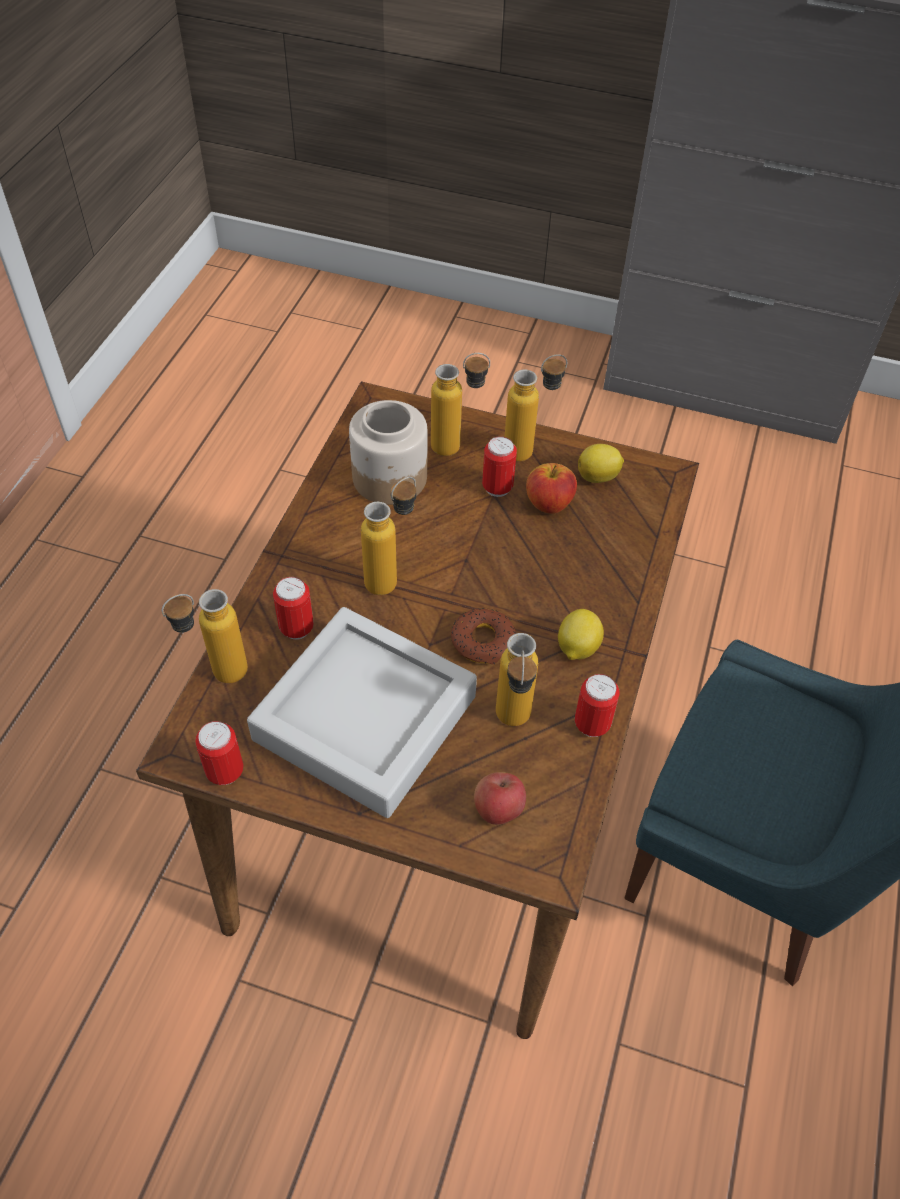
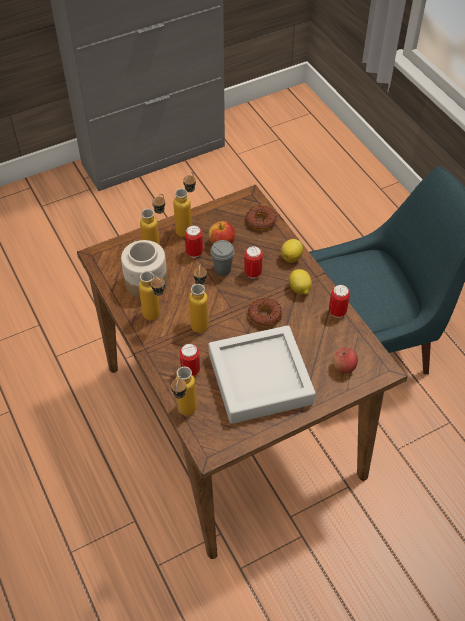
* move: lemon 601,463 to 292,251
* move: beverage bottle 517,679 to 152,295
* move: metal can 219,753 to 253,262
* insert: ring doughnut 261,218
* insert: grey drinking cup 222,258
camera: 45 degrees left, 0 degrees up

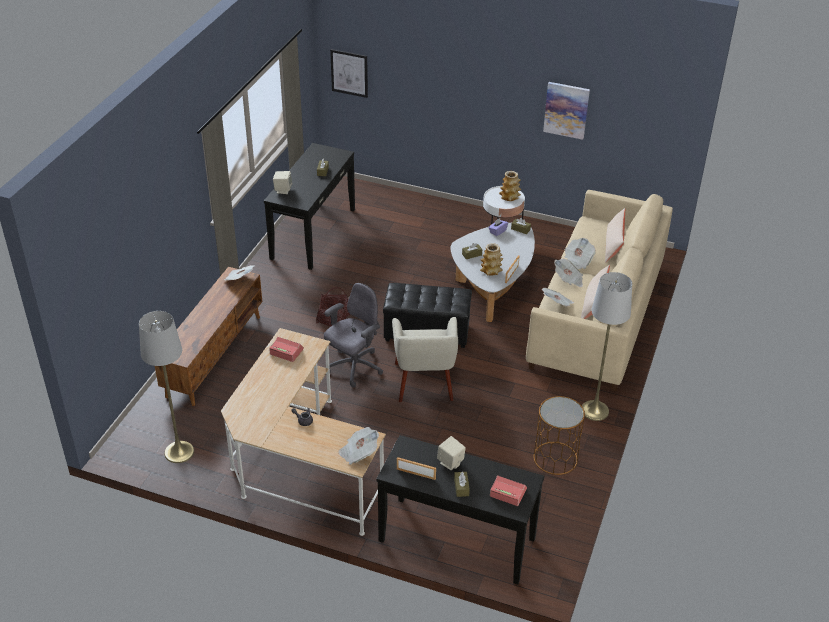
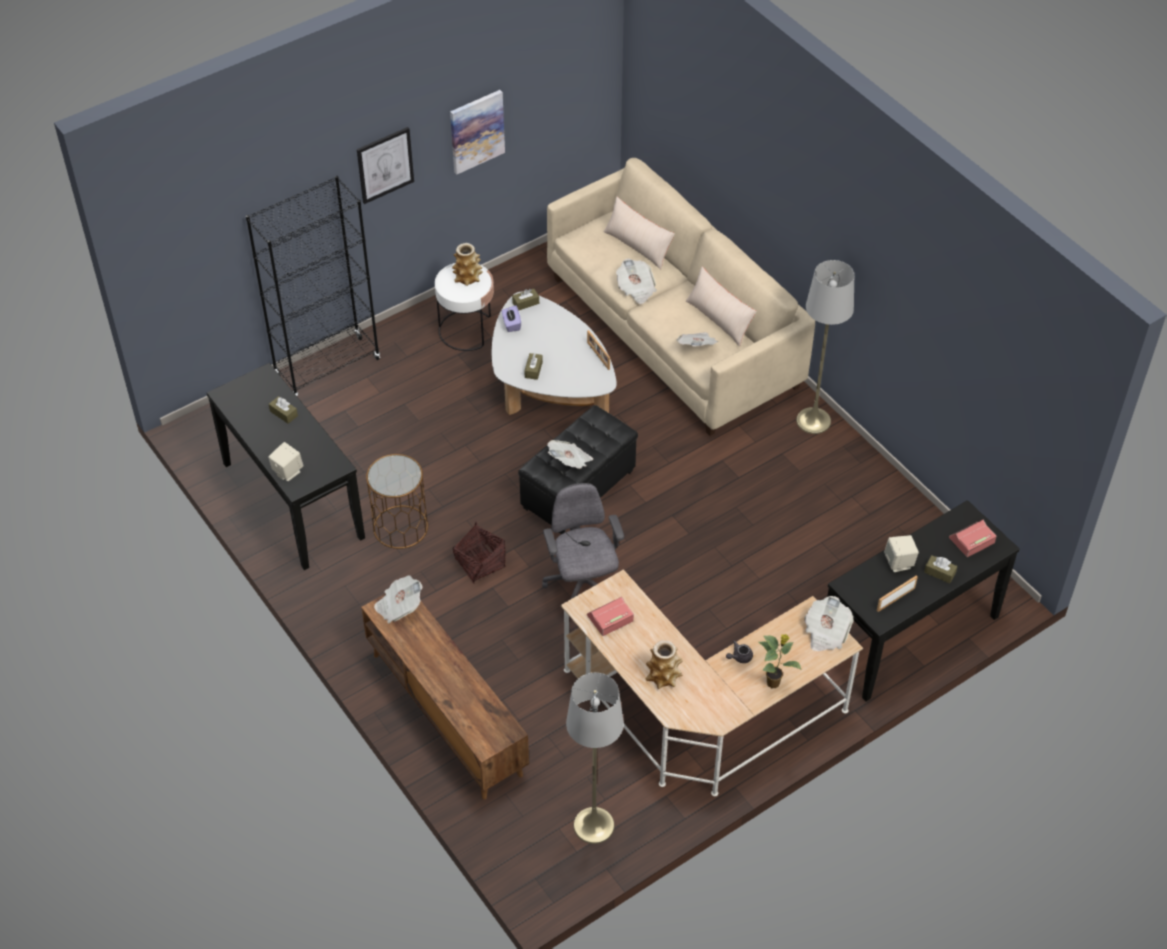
* move: picture 349,73 to 385,165
* move: decorative vase 491,259 to 664,664
* move: daily paper 568,273 to 570,454
* delete: beige lounge chair 425,359
* move: brown end table 559,435 to 397,501
* insert: black shelving unit 313,286
* insert: houseplant 780,661
camera: 55 degrees left, 10 degrees up

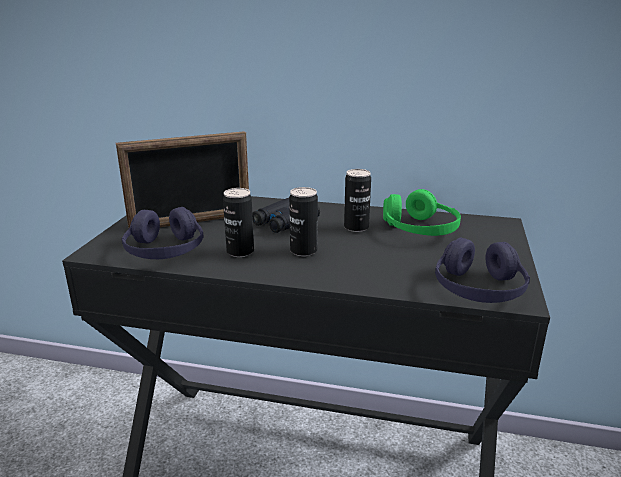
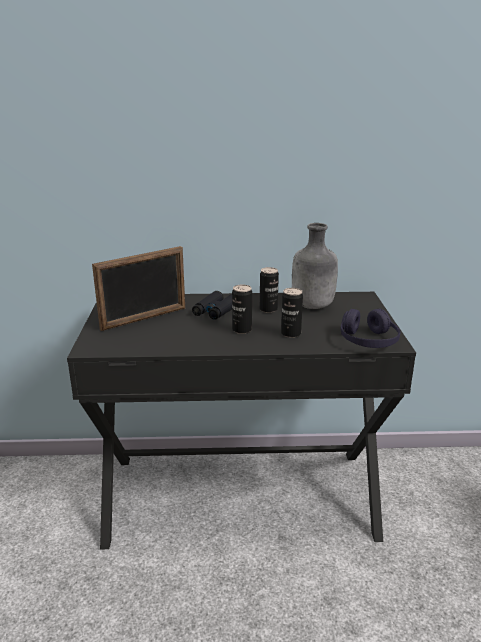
* move: metal can 238,222 to 292,313
* replace: green headset 422,212 to grey beverage bottle 315,266
* delete: purple headset 163,233
camera: 15 degrees left, 0 degrees up

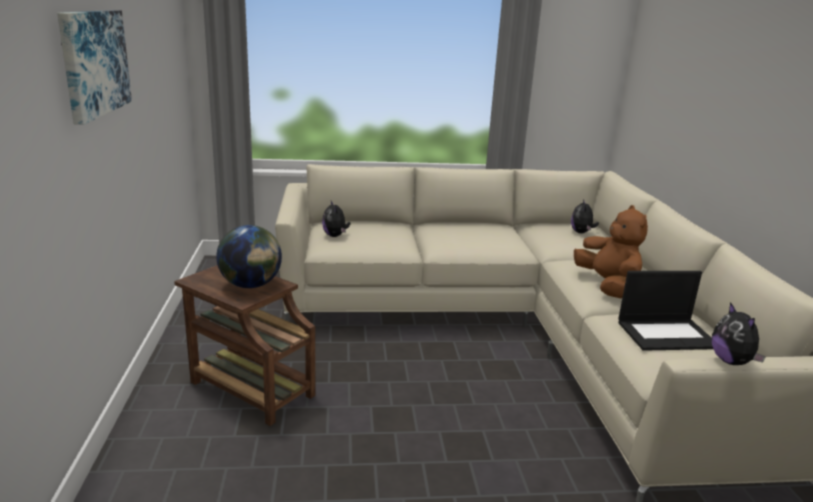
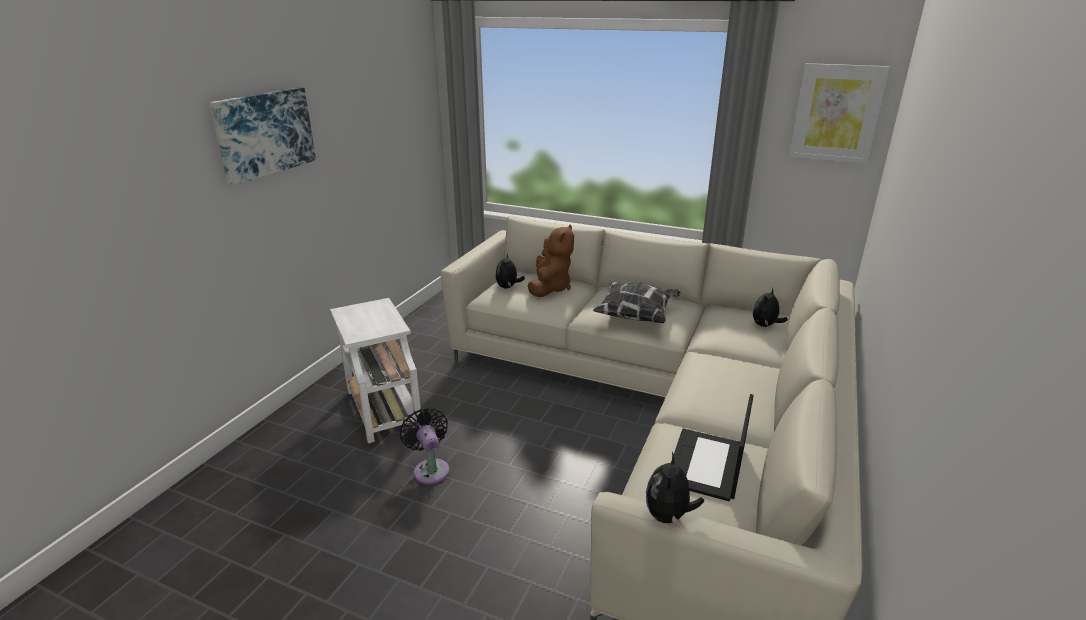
* move: brown soft toy 611,251 to 551,260
* delete: world globe 249,256
* recolor: brown end table 244,345 to white end table 375,370
* rotate: notebook computer 665,311 = 712,447 90 degrees clockwise
* insert: picture 839,113
* insert: throw pillow 637,302
* insert: black electric fan 425,446
camera: 30 degrees right, 5 degrees up

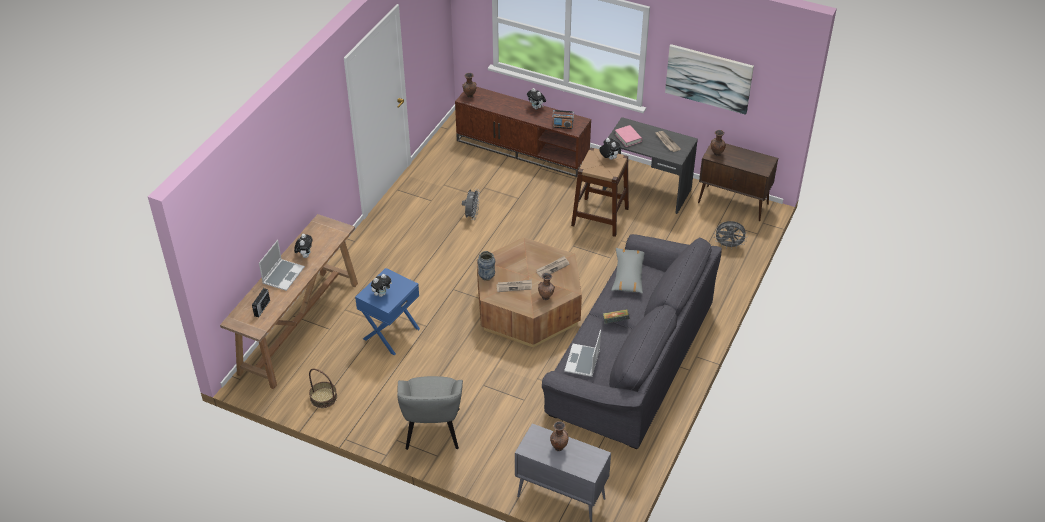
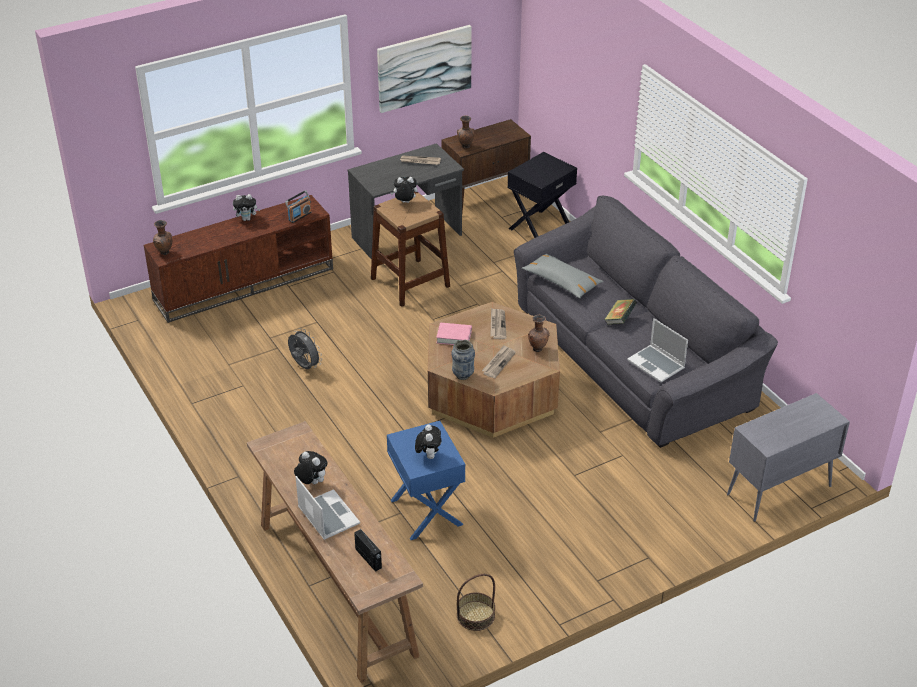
* move: pink bound book 628,136 to 454,333
* replace: grey electric fan 731,235 to black end table 542,195
* delete: grey lounge chair 430,413
* delete: brown decorative vase 559,436
camera: 55 degrees left, 5 degrees down

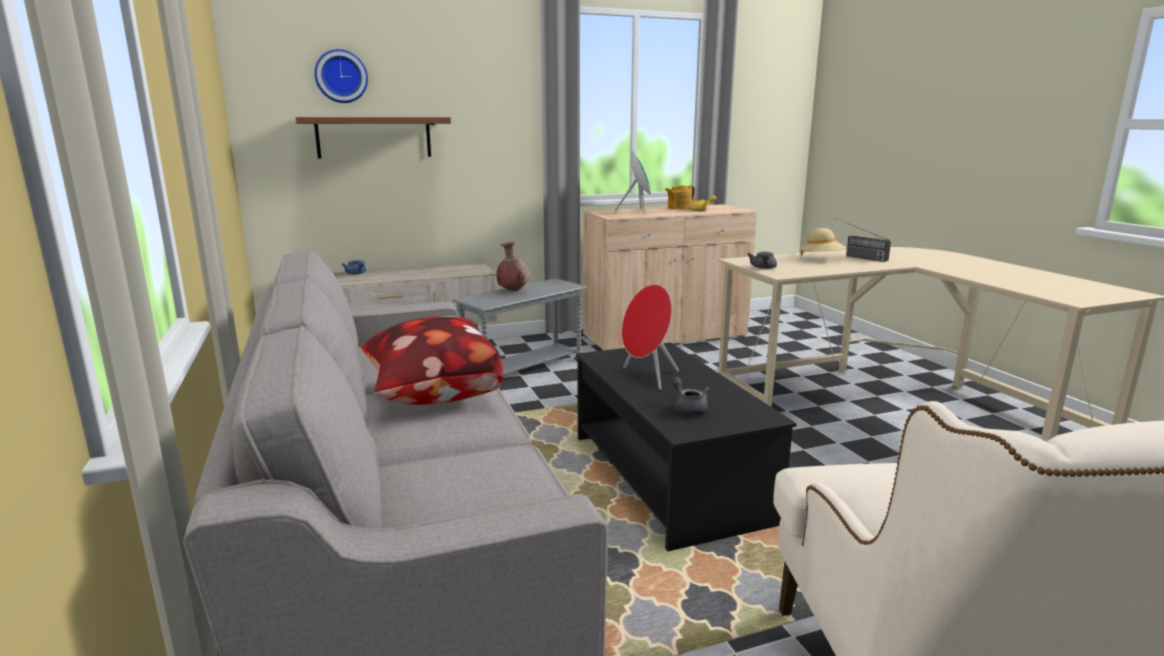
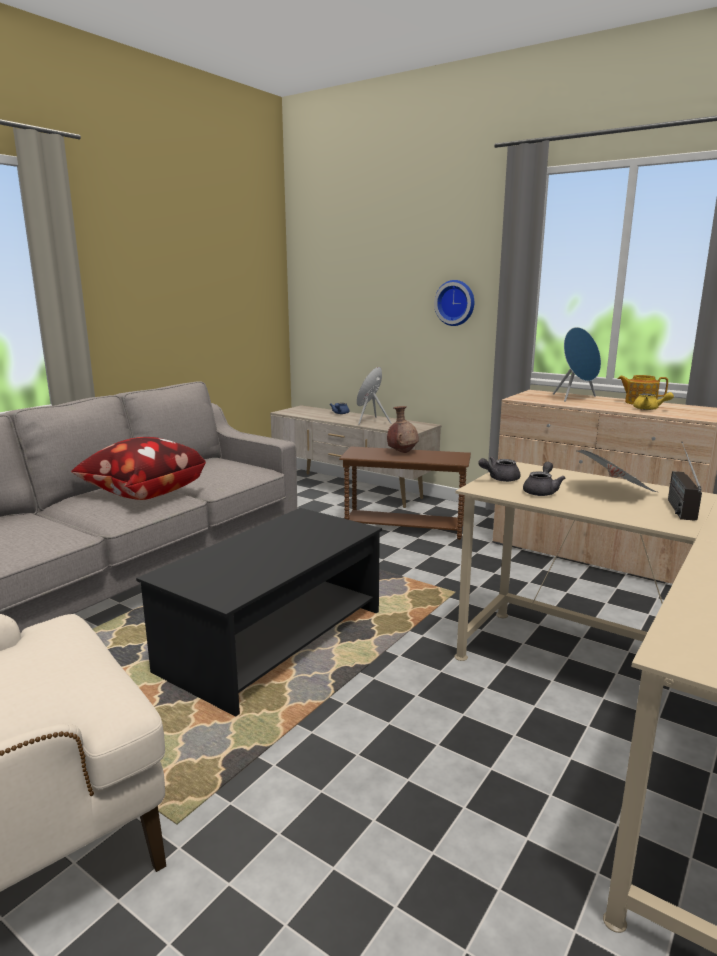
* move: wall clock 341,76 to 454,303
* delete: brown shelf 373,138
* replace: beige hat 822,242 to daily paper 616,471
* recolor: grey end table 519,326 to brown end table 405,493
* move: red-coloured speaker 650,337 to 374,396
* move: grey teapot 691,396 to 544,479
camera: 55 degrees right, 0 degrees up

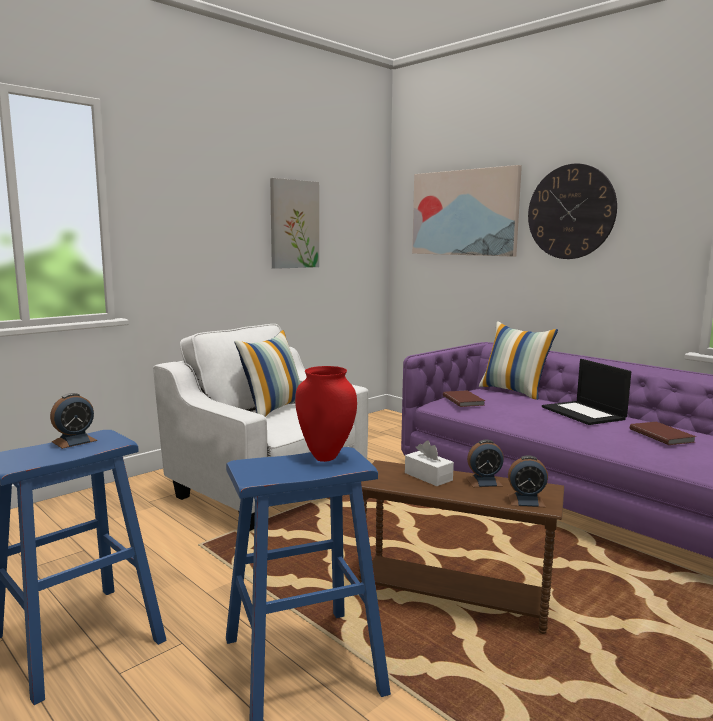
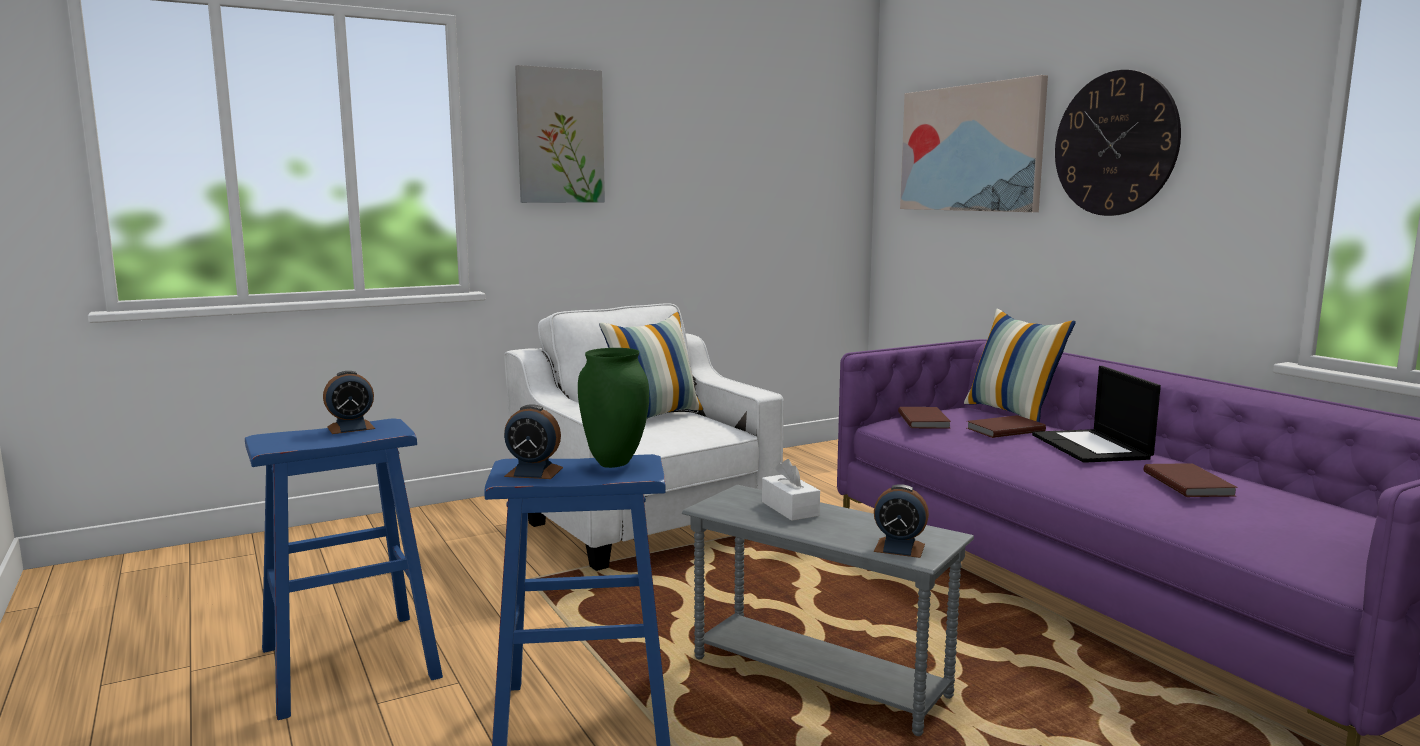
* move: picture 294,223 to 560,134
* recolor: red-coloured decorative vase 326,414 to green decorative vase 613,408
* move: bedside clock 485,463 to 533,441
* recolor: brown end table 461,547 to grey end table 828,610
* insert: brown bound book 1006,426
camera: 15 degrees right, 0 degrees up

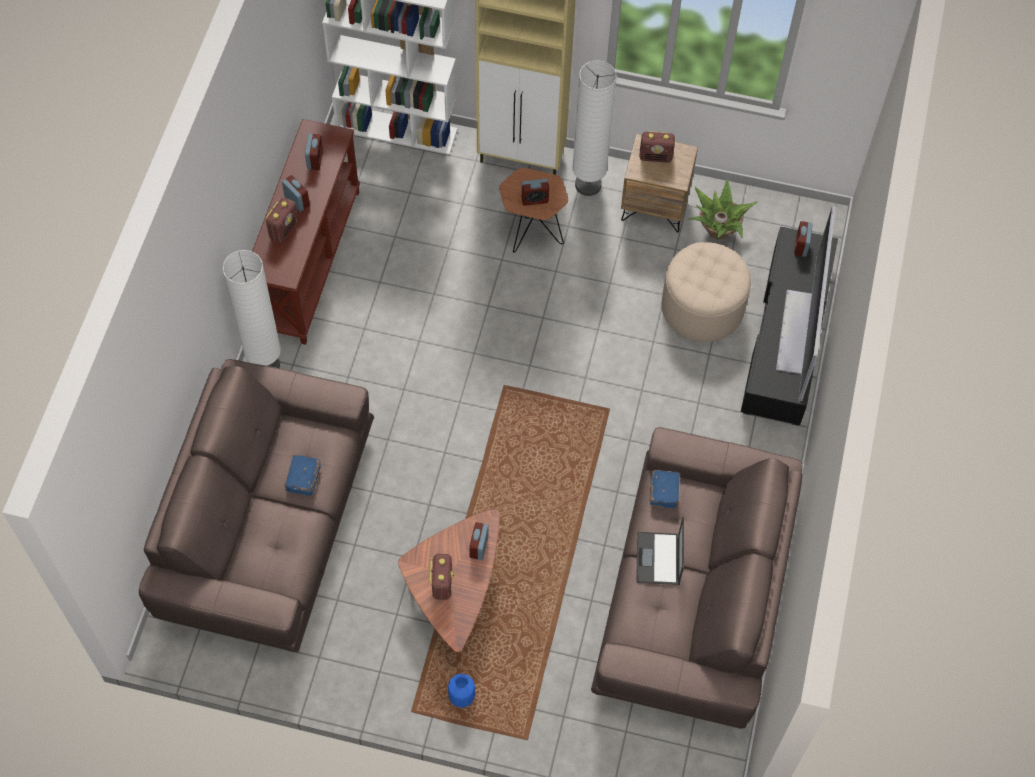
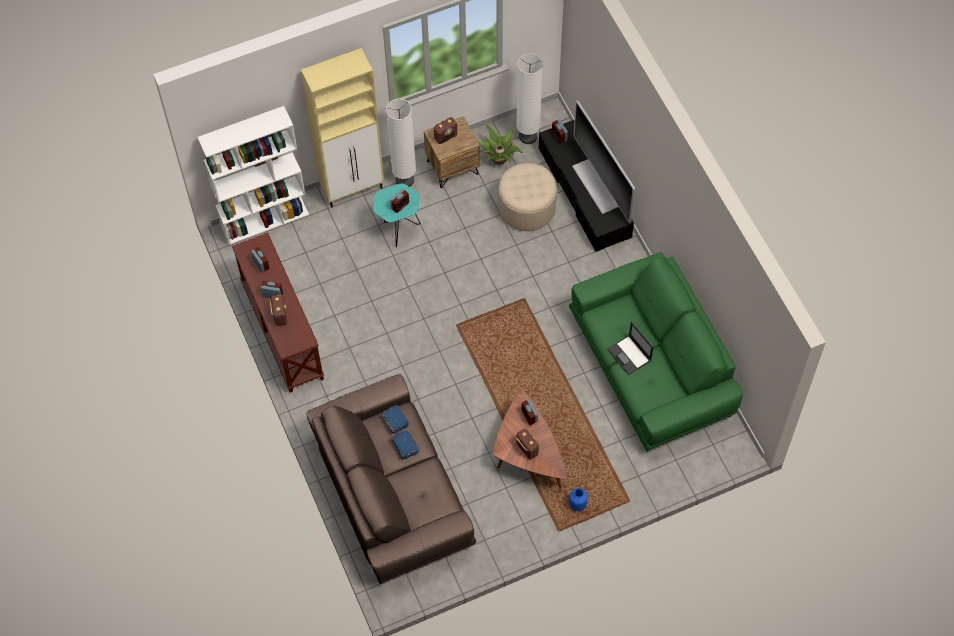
* recolor: brown end table 533,210 to blue-green end table 396,215
* move: white floor lamp 251,309 to 529,98
* recolor: brown sofa 697,578 to green sofa 656,352
* move: blue bound book 664,489 to 395,419
camera: 35 degrees left, 0 degrees up

